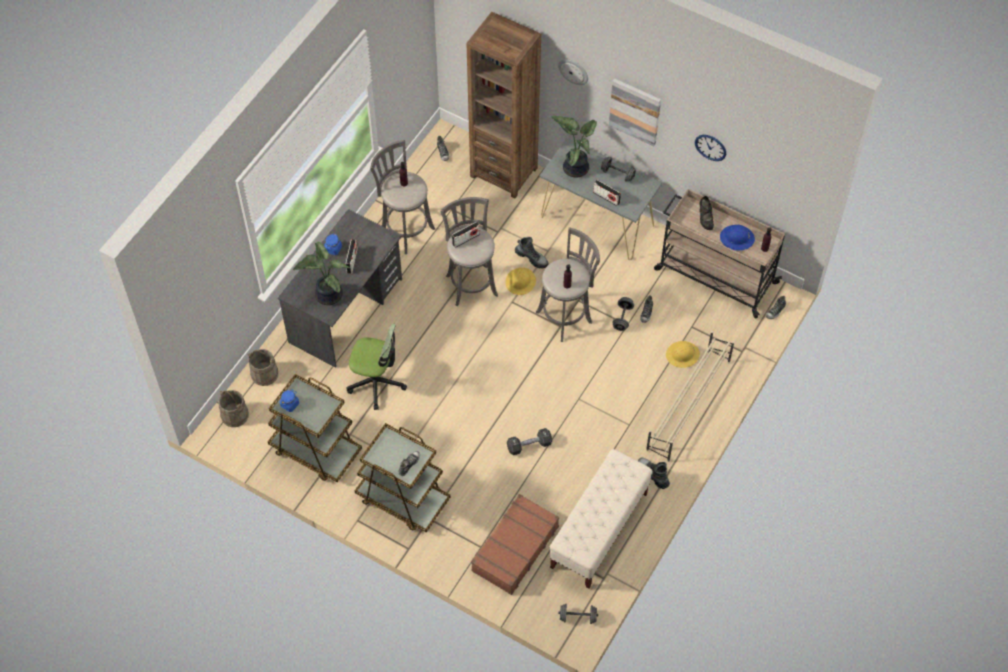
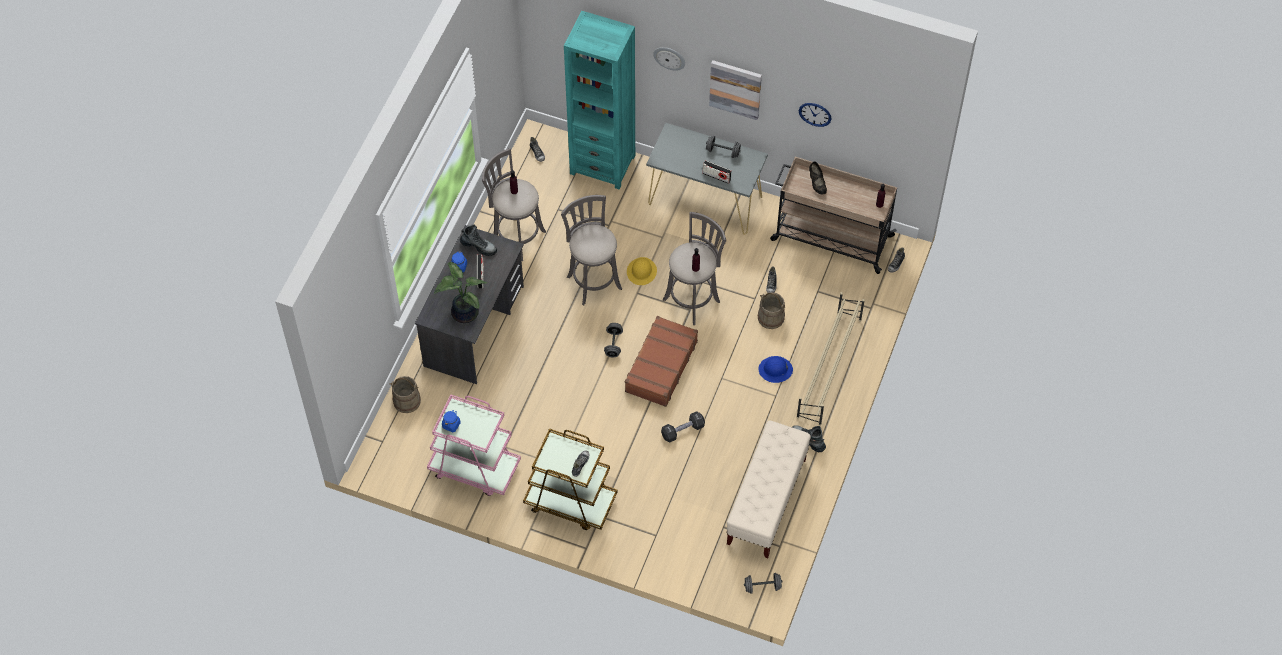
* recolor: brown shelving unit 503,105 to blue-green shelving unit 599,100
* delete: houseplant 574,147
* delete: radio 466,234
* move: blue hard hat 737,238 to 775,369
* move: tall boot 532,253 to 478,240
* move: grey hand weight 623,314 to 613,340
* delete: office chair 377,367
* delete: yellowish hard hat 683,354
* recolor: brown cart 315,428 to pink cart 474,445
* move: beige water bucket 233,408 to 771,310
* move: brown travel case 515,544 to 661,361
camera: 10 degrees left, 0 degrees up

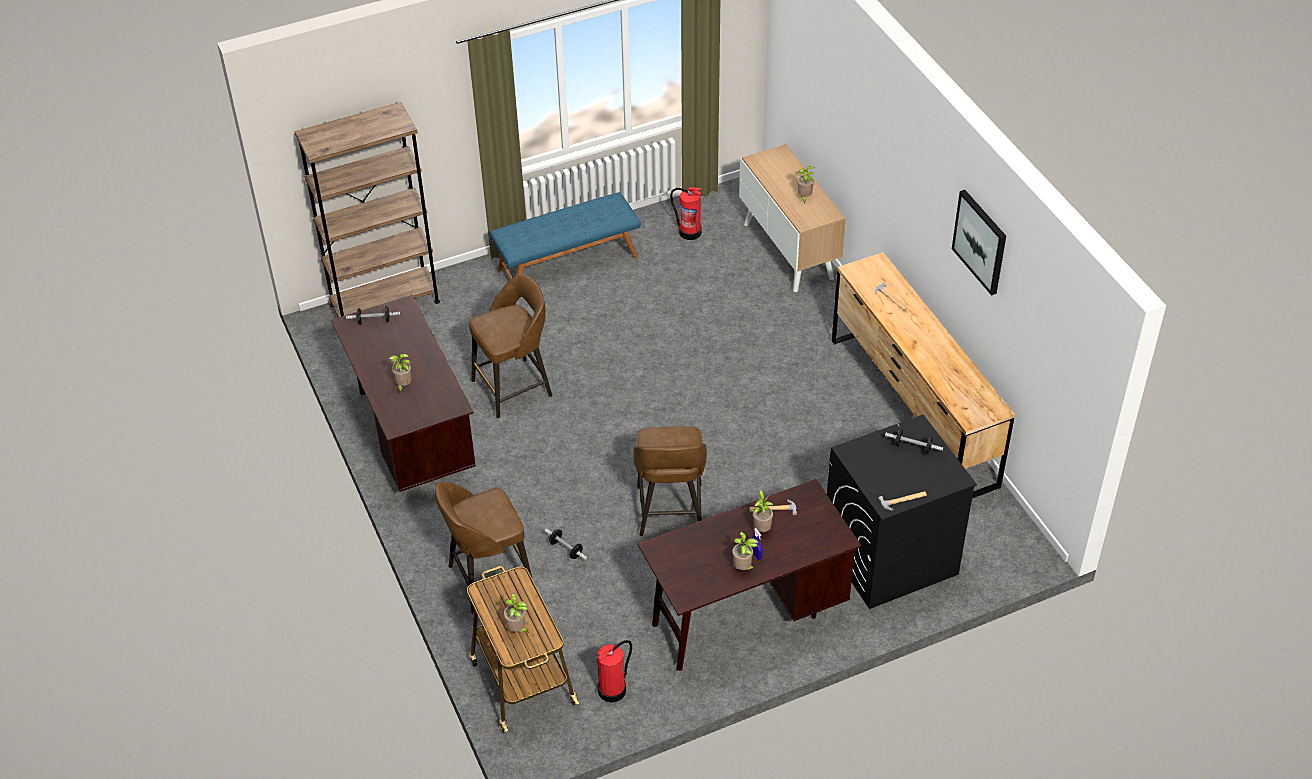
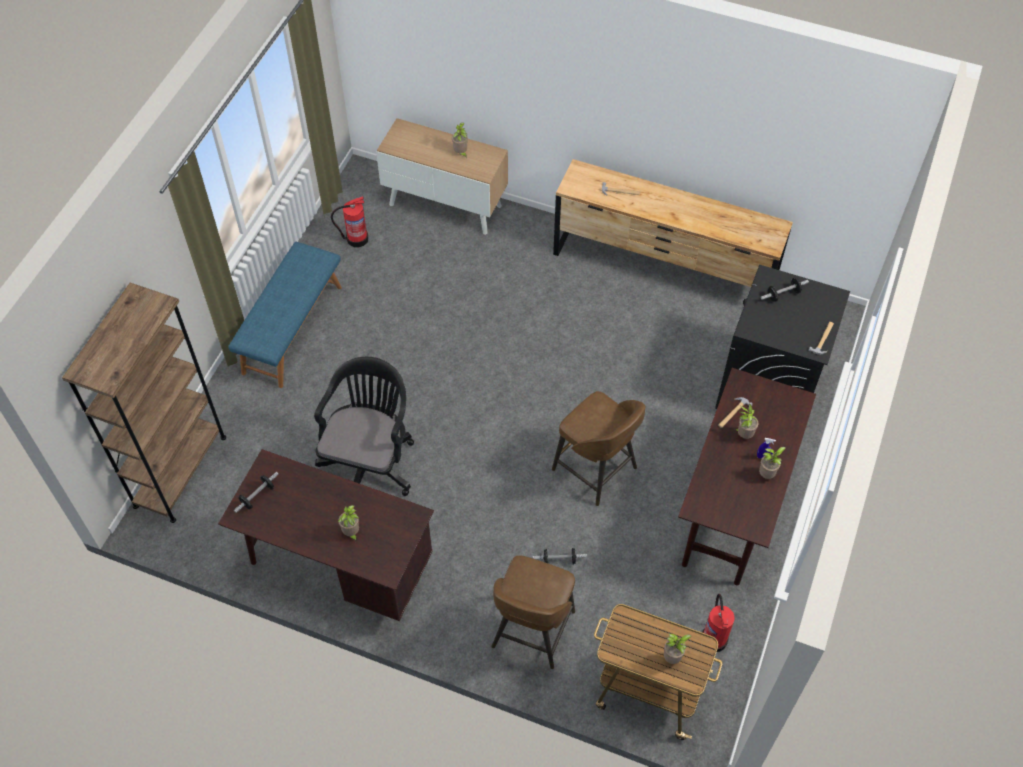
* delete: picture 979,243
* replace: brown sitting stool 510,346 to black office chair 364,426
camera: 45 degrees left, 10 degrees up

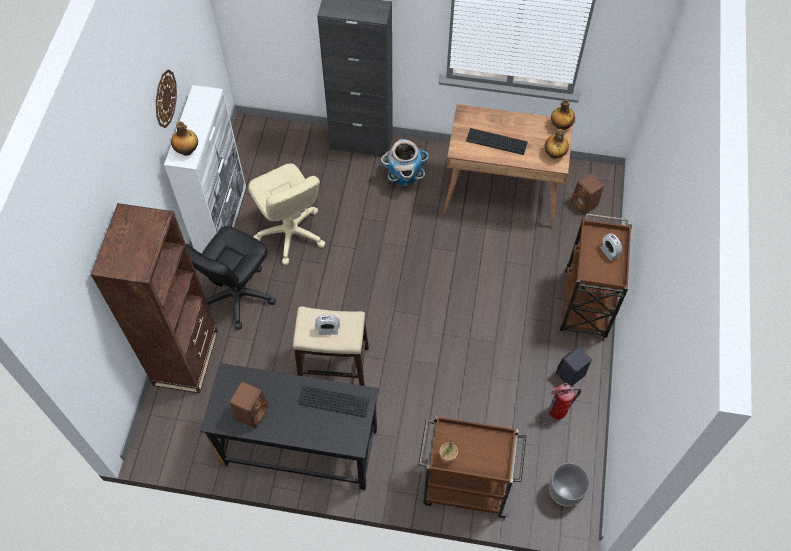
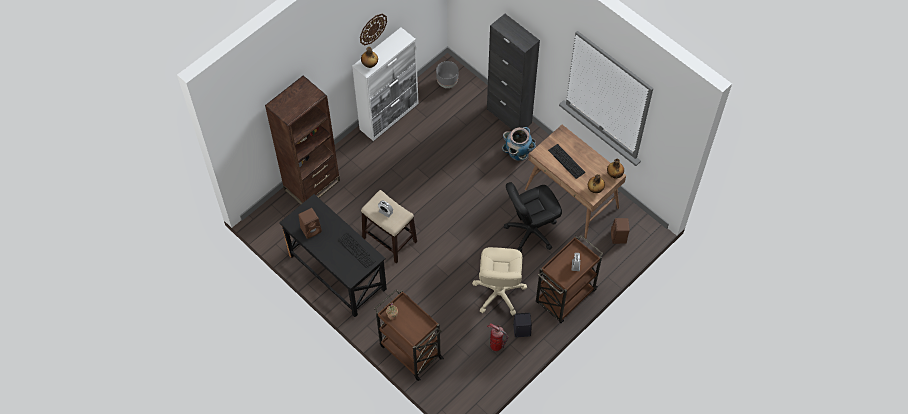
* move: beige office chair 287,214 to 499,281
* move: black office chair 231,278 to 533,217
* move: grey planter 569,485 to 447,74
camera: 35 degrees right, 0 degrees up

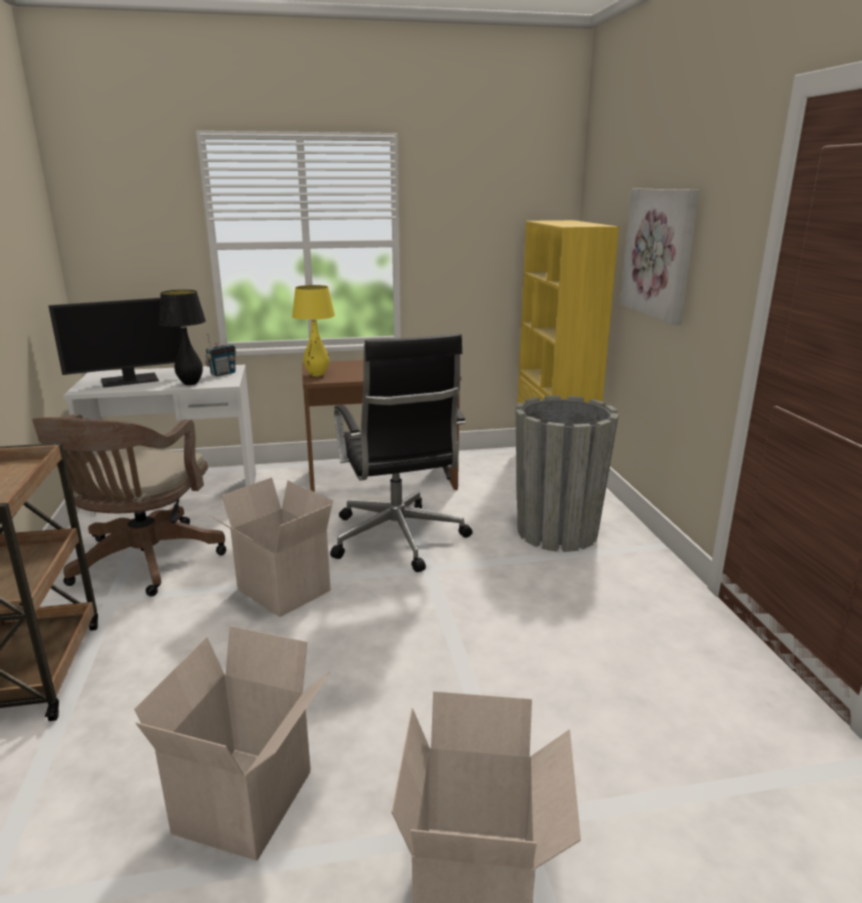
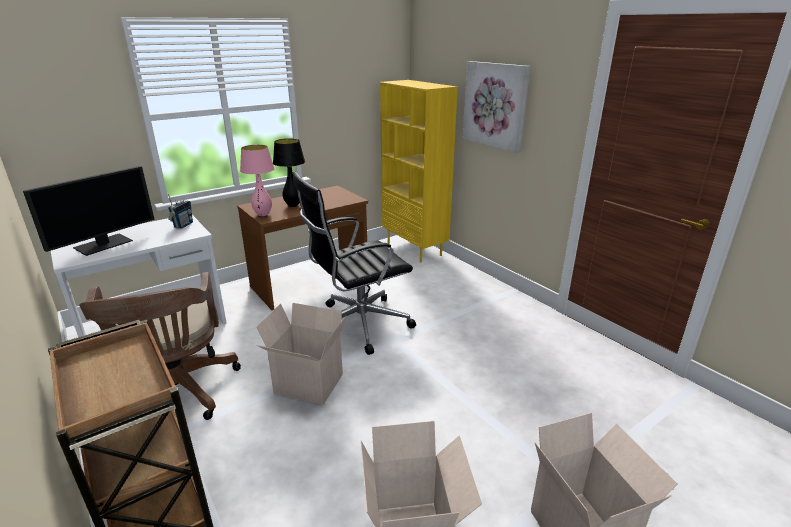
* recolor: yellowish tabletop lamp 313,330 to pink tabletop lamp 257,180
* move: black tabletop lamp 182,337 to 289,173
* rotate: black office chair 401,453 = 354,263 105 degrees clockwise
* delete: grey planter 567,473
camera: 25 degrees left, 5 degrees up

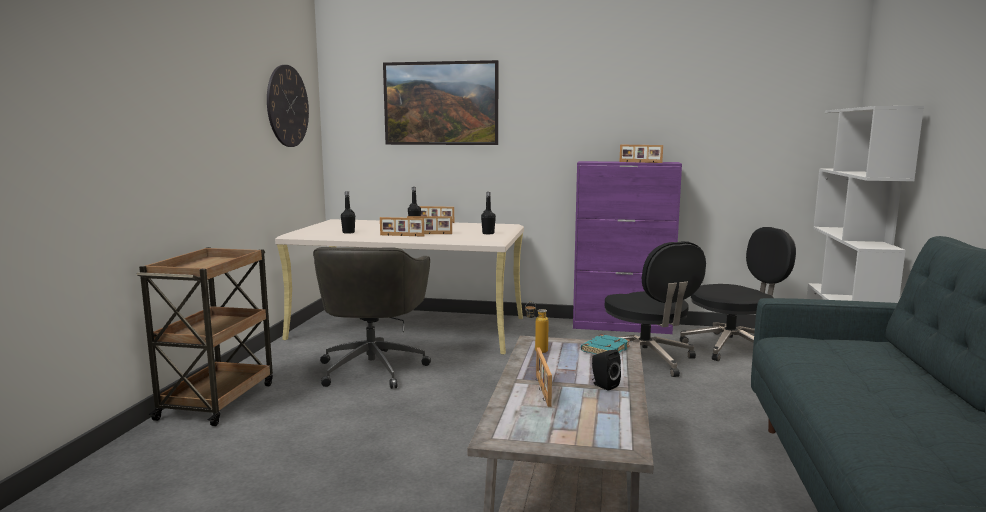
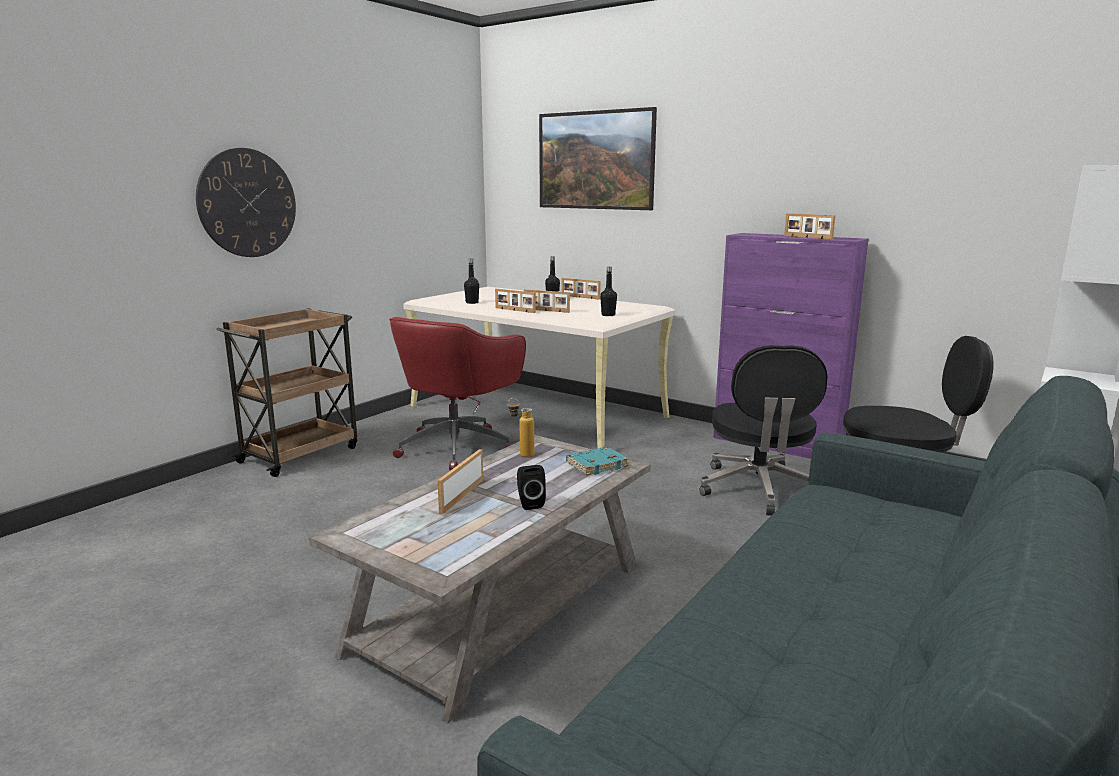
* move: wall clock 288,106 to 246,202
* recolor: grey office chair 372,318 to red-coloured office chair 457,394
camera: 25 degrees right, 5 degrees up

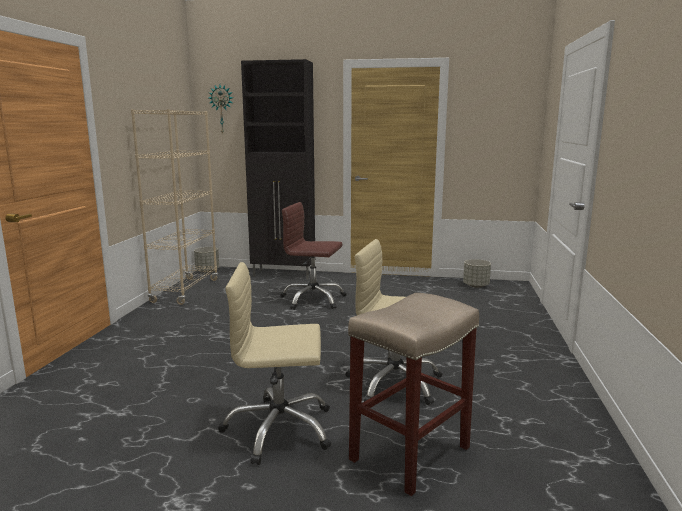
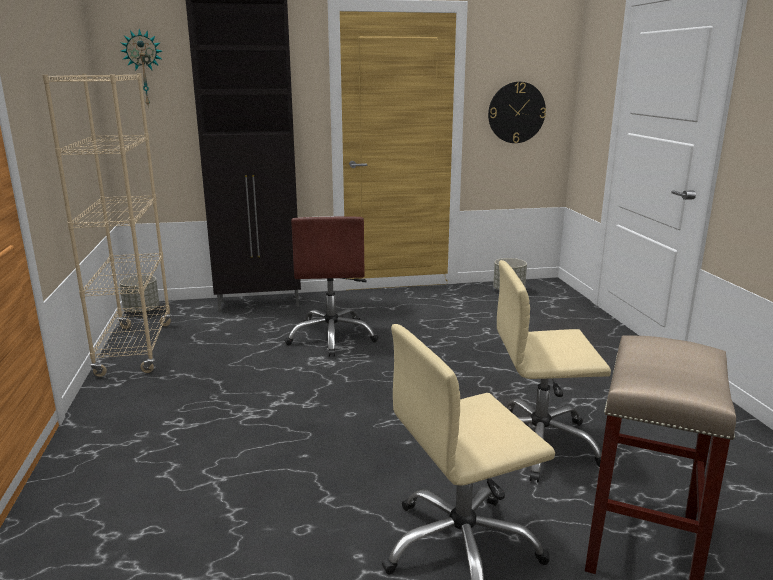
* rotate: brown office chair 313,256 = 332,287 90 degrees counterclockwise
* insert: wall clock 517,112
camera: 20 degrees left, 5 degrees up

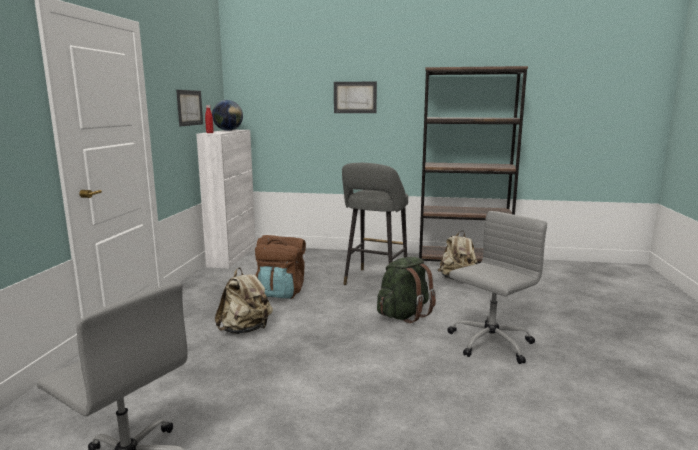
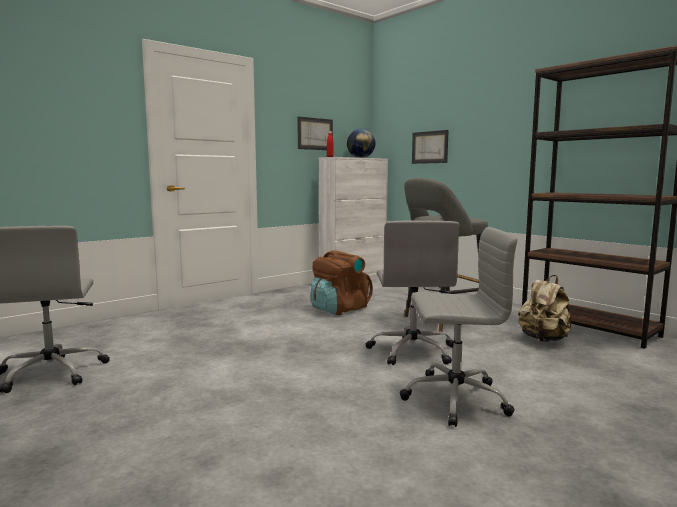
* move: picture 355,97 to 430,147
* replace: green backpack 406,290 to grey office chair 413,292
* delete: beige backpack 244,301
camera: 40 degrees right, 5 degrees down

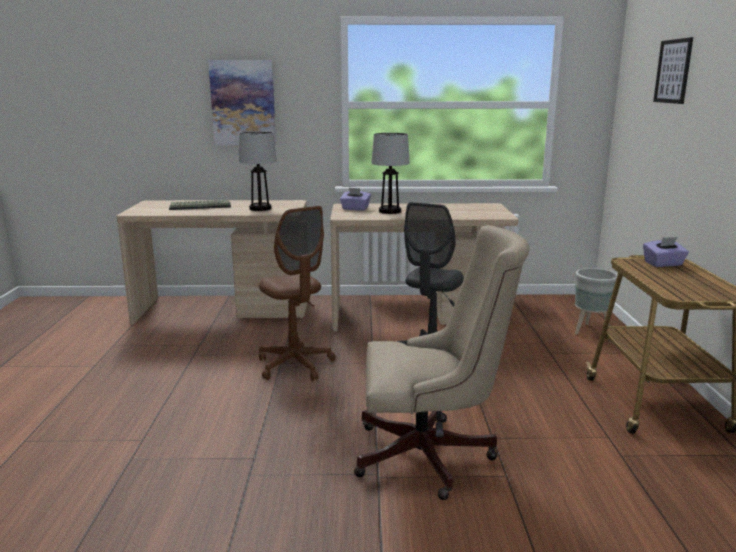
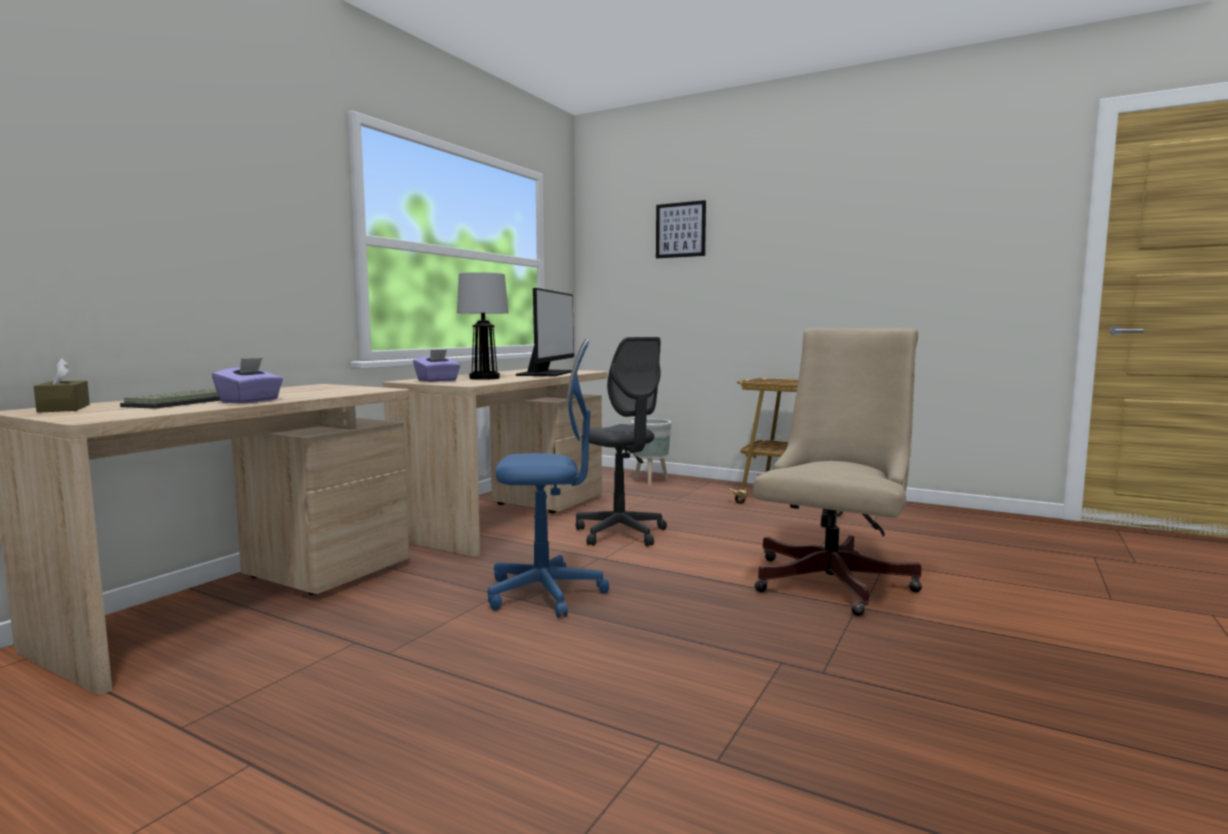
* delete: picture 242,102
* delete: tabletop lamp 258,171
* recolor: brown office chair 297,293 to blue office chair 548,478
* move: purple box of tissues 666,252 to 247,381
* insert: computer display 545,332
* insert: brown box of tissues 62,385
camera: 60 degrees left, 10 degrees down

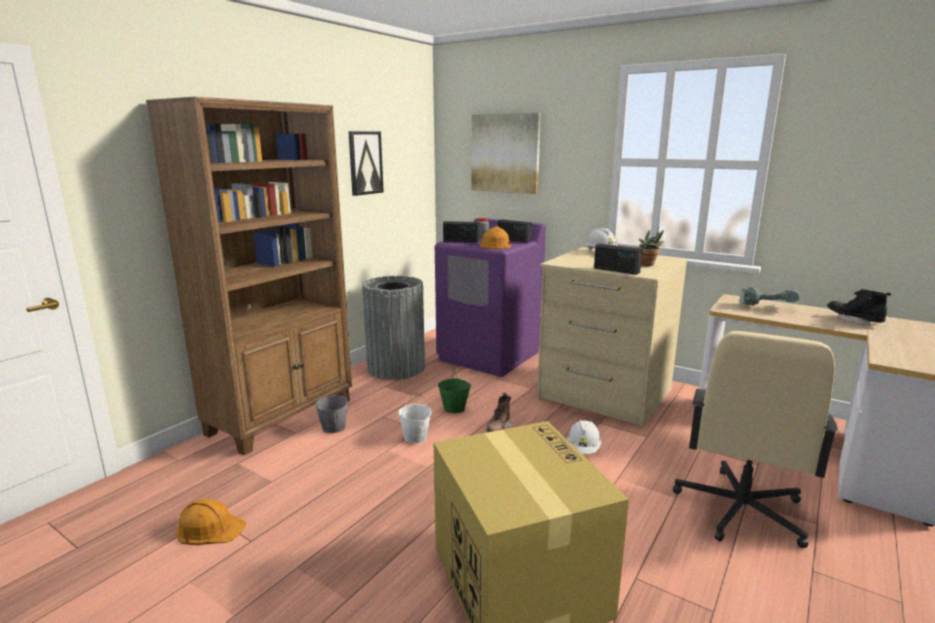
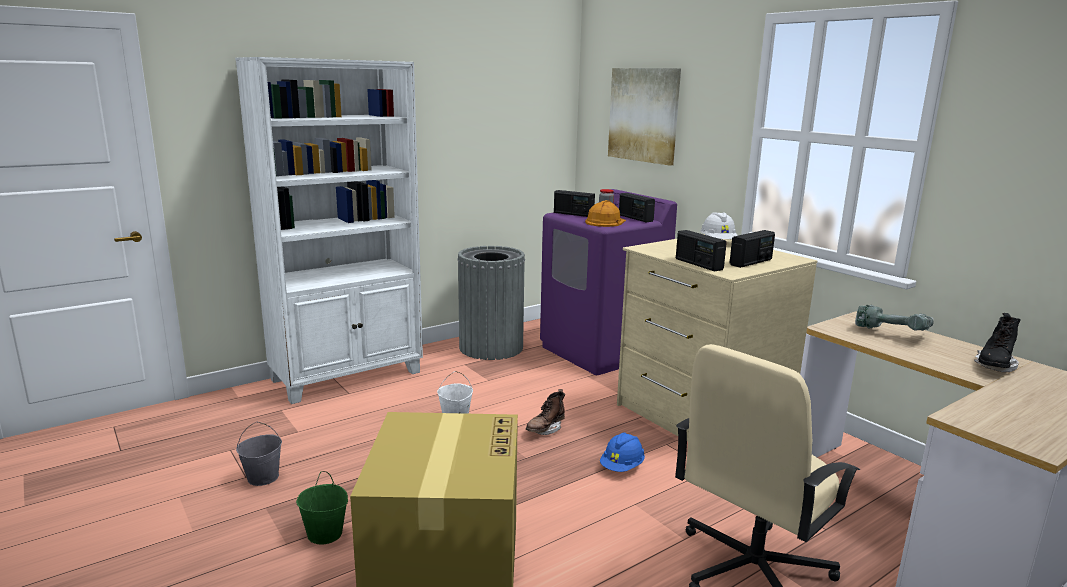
* recolor: brown shelving unit 249,276 to white shelving unit 329,230
* delete: picture 366,163
* replace: houseplant 651,246 to radio 752,249
* rotate: black tall boot 859,307 = 997,342 135 degrees counterclockwise
* move: green water bucket 454,390 to 322,508
* move: grey water bucket 331,408 to 259,454
* recolor: white hard hat 584,437 to blue hard hat 622,452
* delete: orange-coloured hard hat 211,522
camera: 20 degrees right, 0 degrees up

